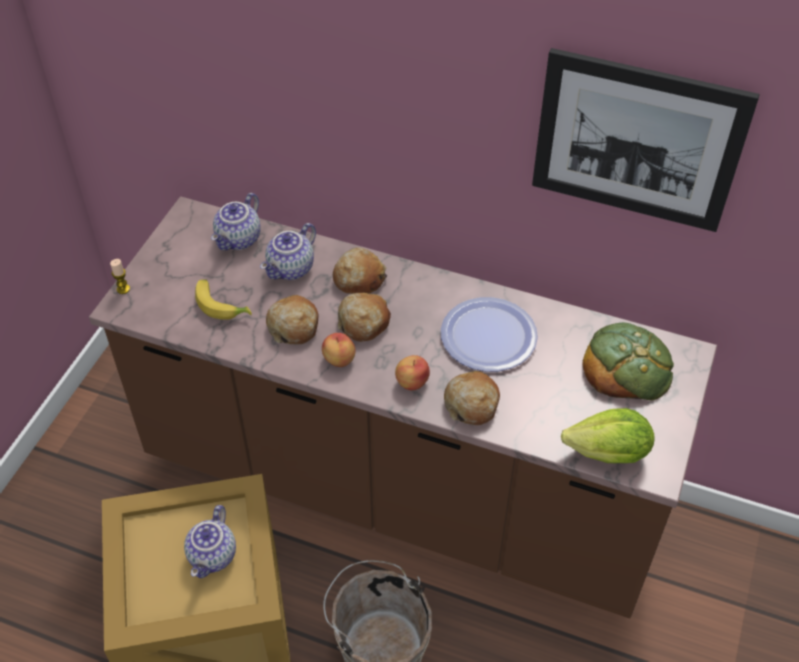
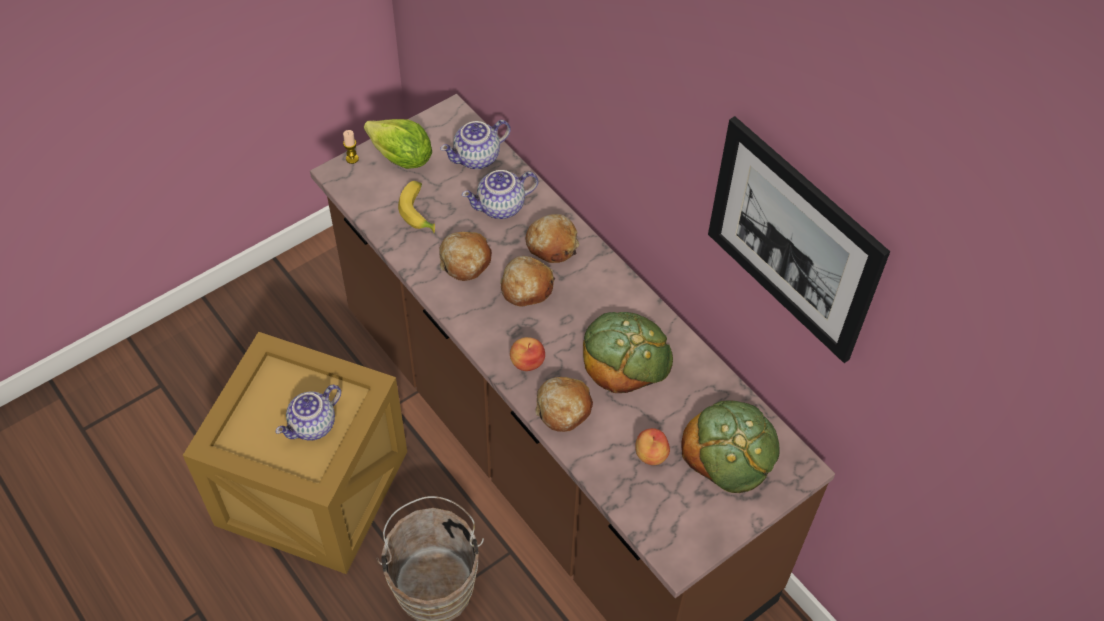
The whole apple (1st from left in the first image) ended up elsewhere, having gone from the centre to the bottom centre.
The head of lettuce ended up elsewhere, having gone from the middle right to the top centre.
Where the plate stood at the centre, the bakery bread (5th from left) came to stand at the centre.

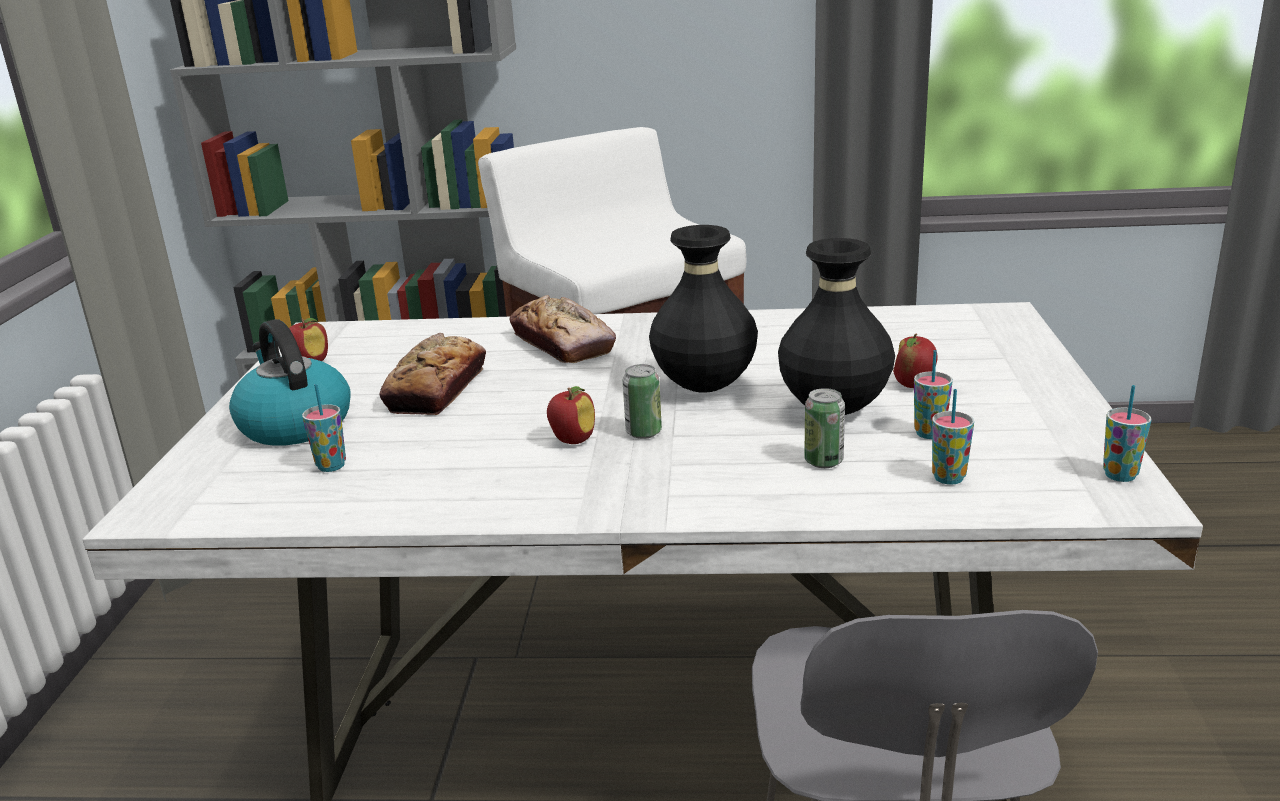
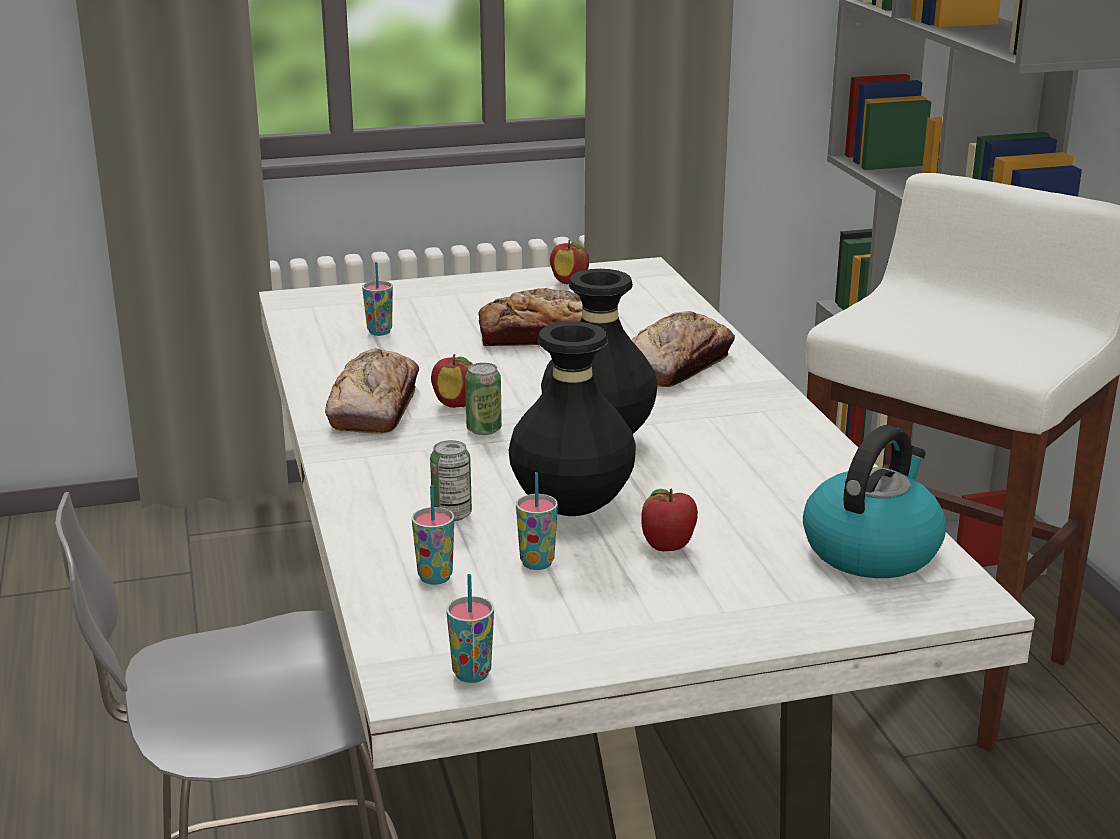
The second view gained the bakery bread (1st from left) at the middle left.
The kettle ended up elsewhere, having gone from the middle left to the middle right.

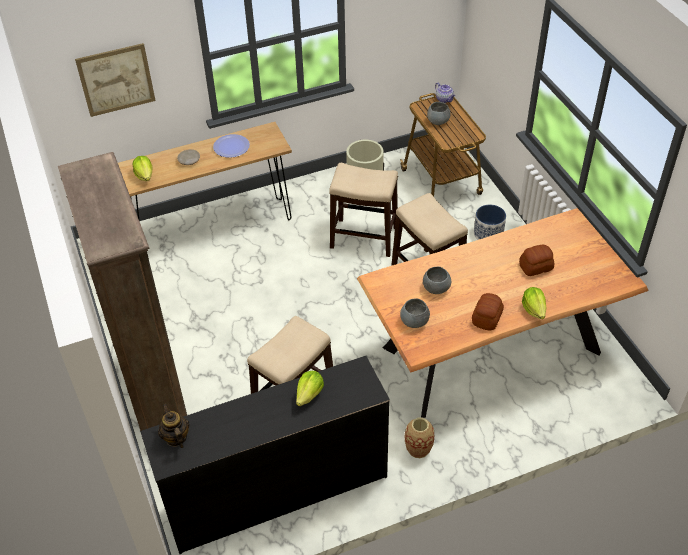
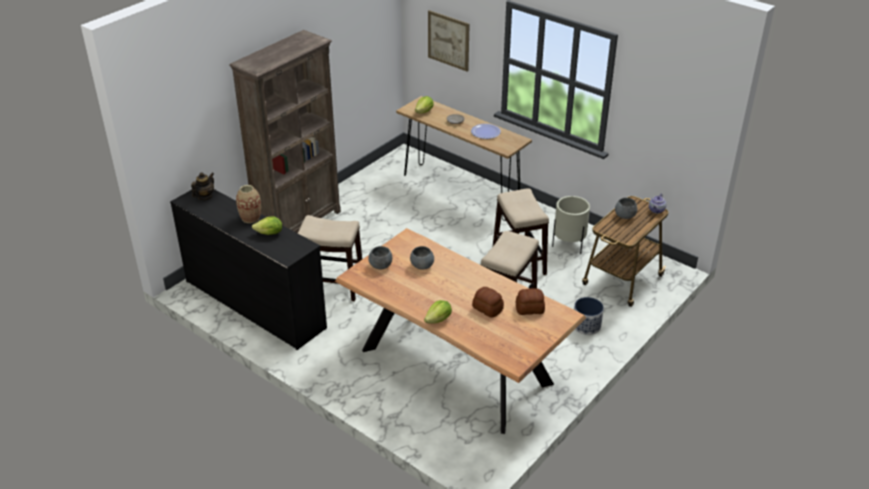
The vase ended up elsewhere, having gone from the bottom centre to the middle left.
The bakery bread (1st from left in the first image) ended up elsewhere, having gone from the middle right to the centre.

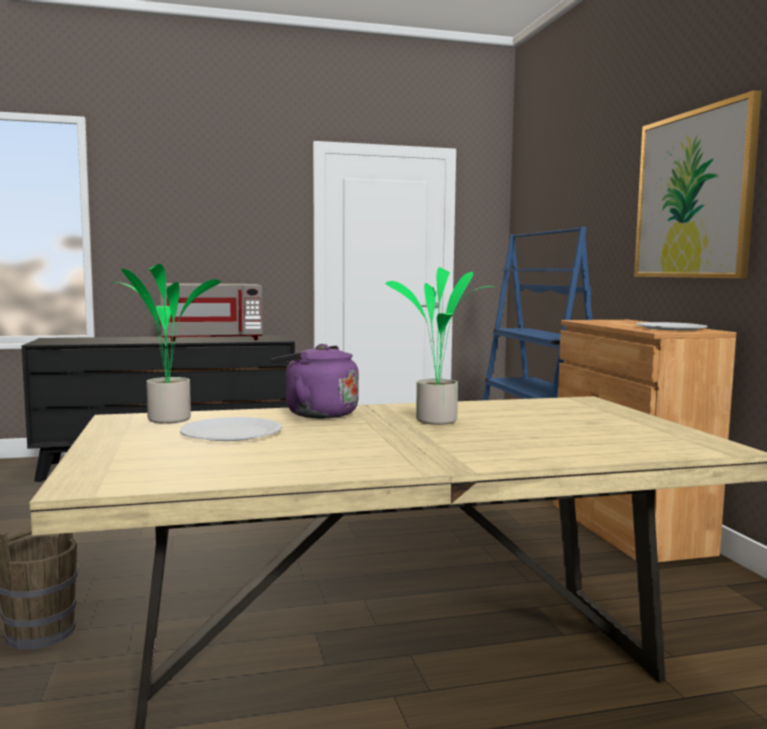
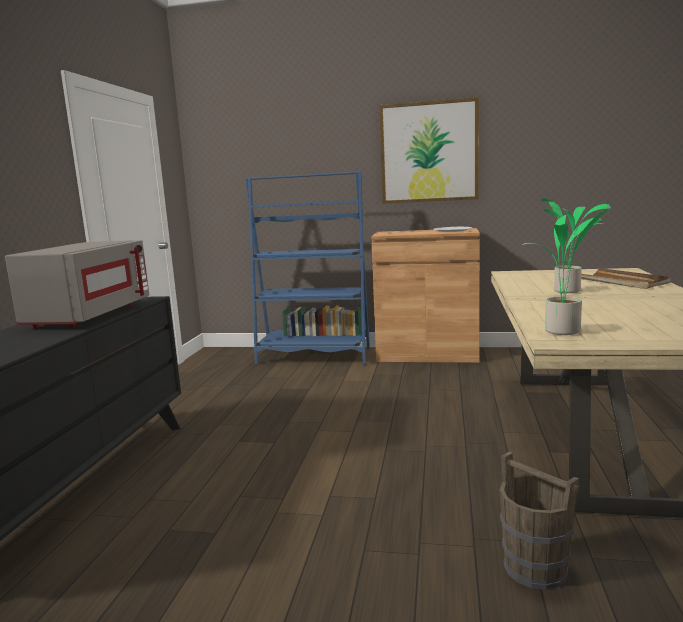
The second view lost the white plate (1st from left) at the middle left.
The second view lost the purplish kettle at the centre.
The second view gained the brown-coloured carrying tray at the middle right.

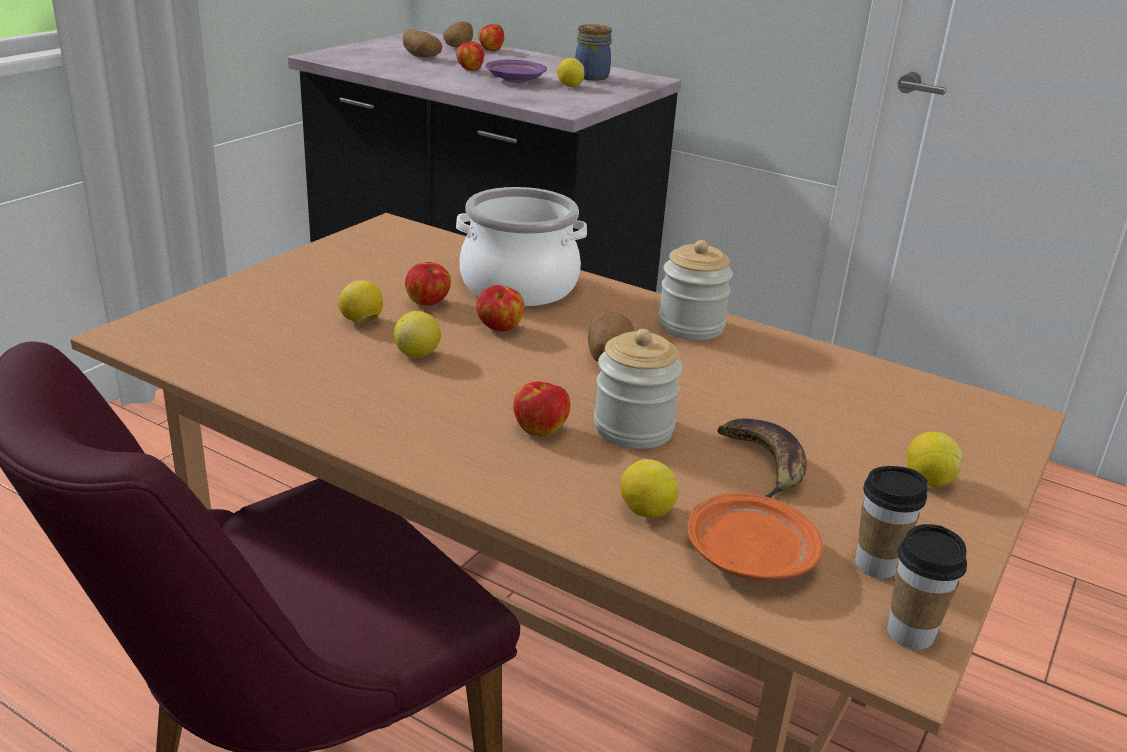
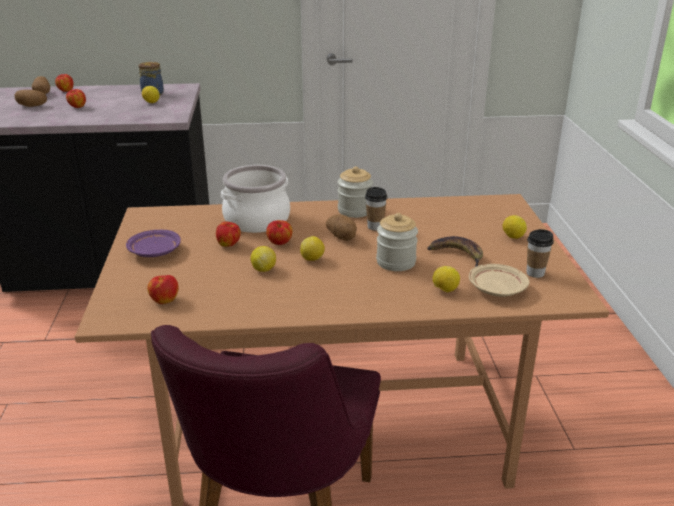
The citrus fruit (1st from left in the first image) ended up elsewhere, having gone from the middle left to the centre.
The purplish plate ended up elsewhere, having gone from the top centre to the middle left.
The whole apple (5th from left in the first image) ended up elsewhere, having gone from the centre to the middle left.
The drinking cup (2nd from left in the first image) ended up elsewhere, having gone from the bottom right to the centre.
What was the orange-coloured plate at the bottom right turned into the sand-coloured plate at the middle right.

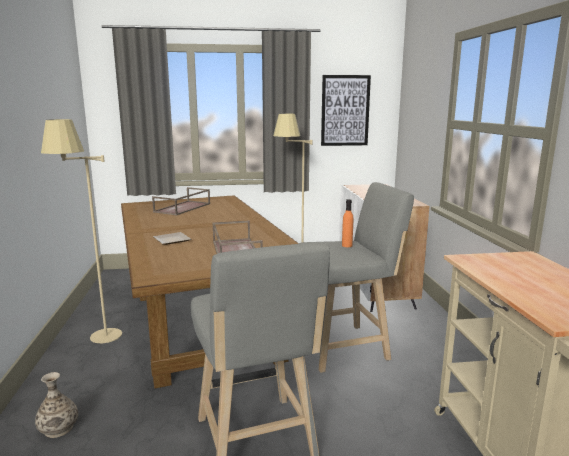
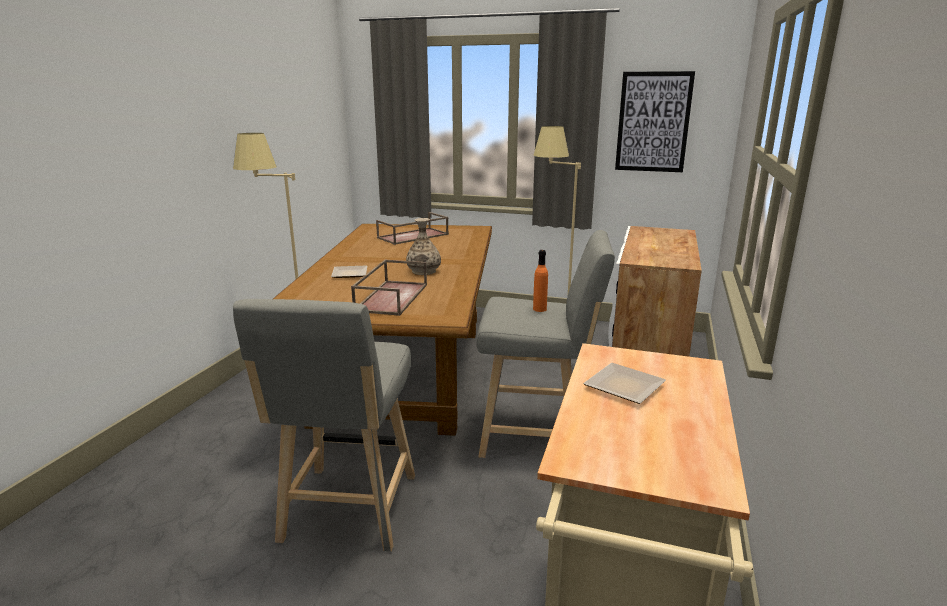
The second view gained the plate (2nd from left) at the centre.
The vase ended up elsewhere, having gone from the bottom left to the centre.

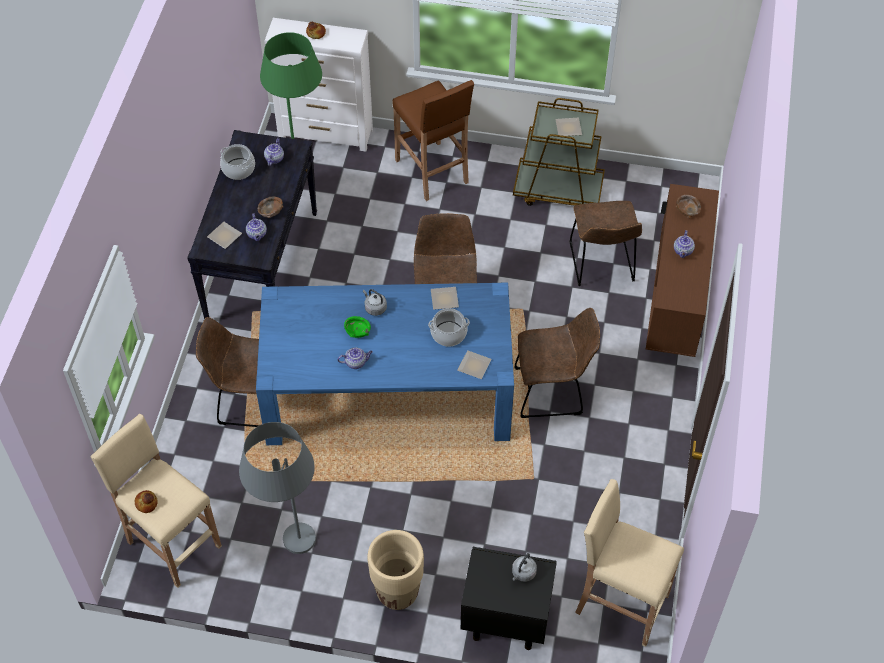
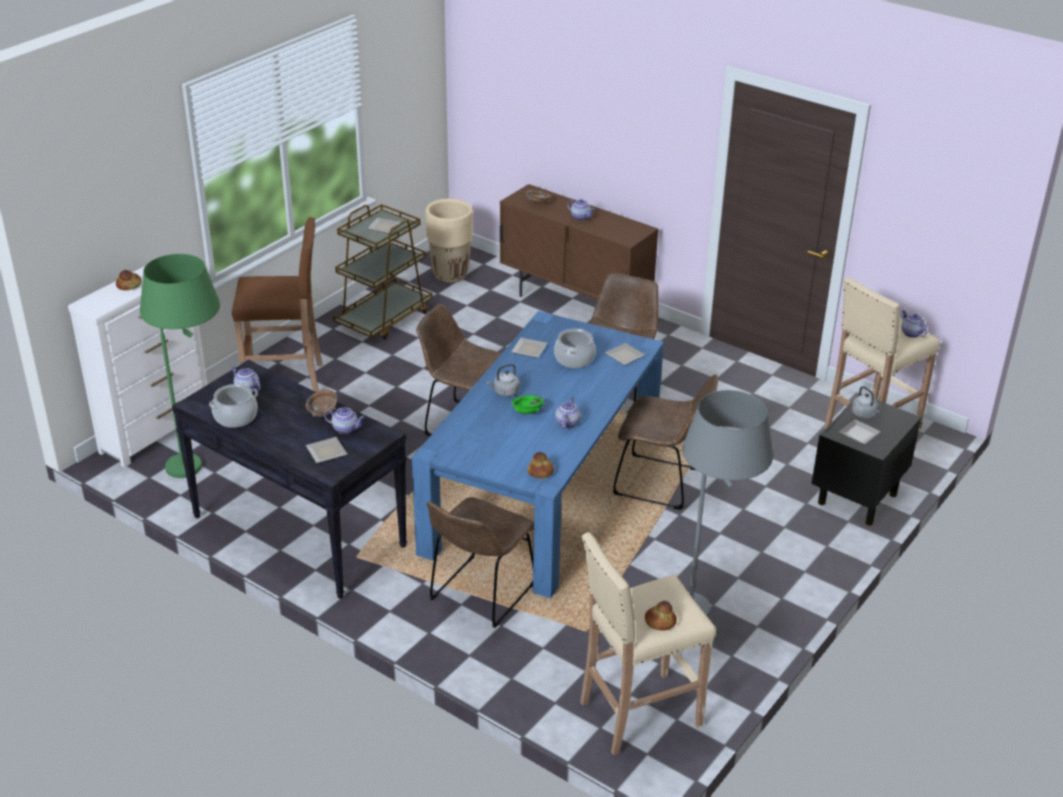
The second view gained the bakery bread (2nd from left) at the centre.
The second view gained the plate (5th from left) at the middle right.
The second view gained the pot for tea (5th from left) at the middle right.
The sand-coloured flower pot ended up elsewhere, having gone from the bottom centre to the top centre.
The brown-coloured chair (4th from left) ended up elsewhere, having gone from the middle right to the centre.

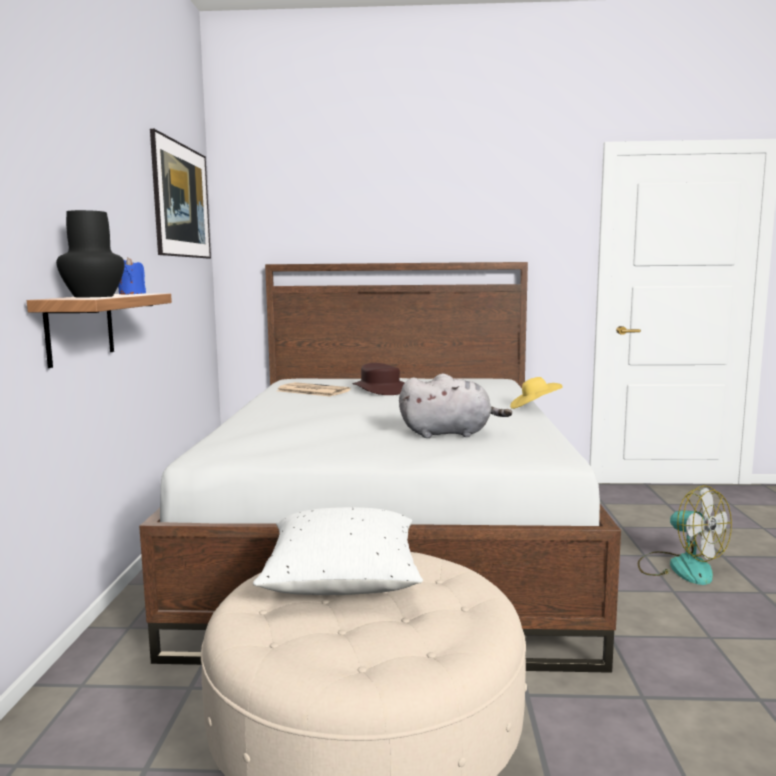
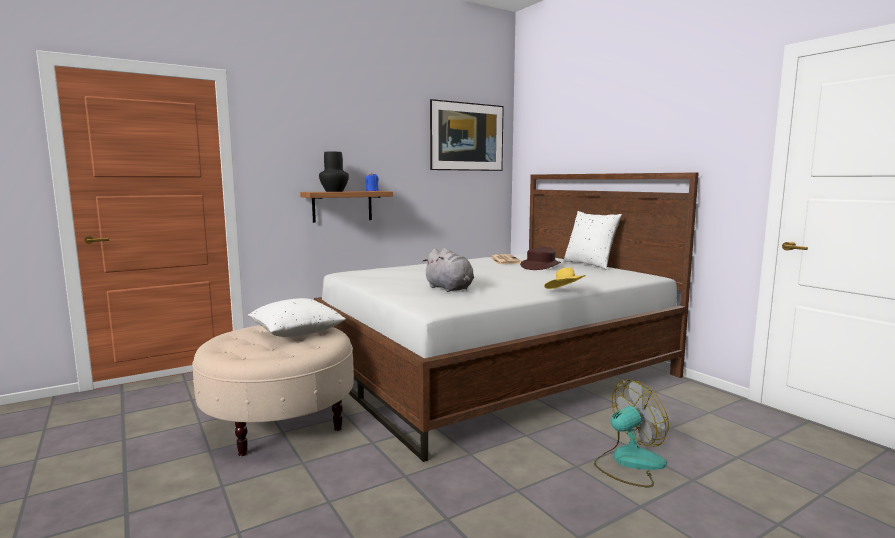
The second view gained the white cushion (2nd from left) at the centre.
The cooling fan at the bottom right ended up facing another way, 135 degrees counterclockwise from before.

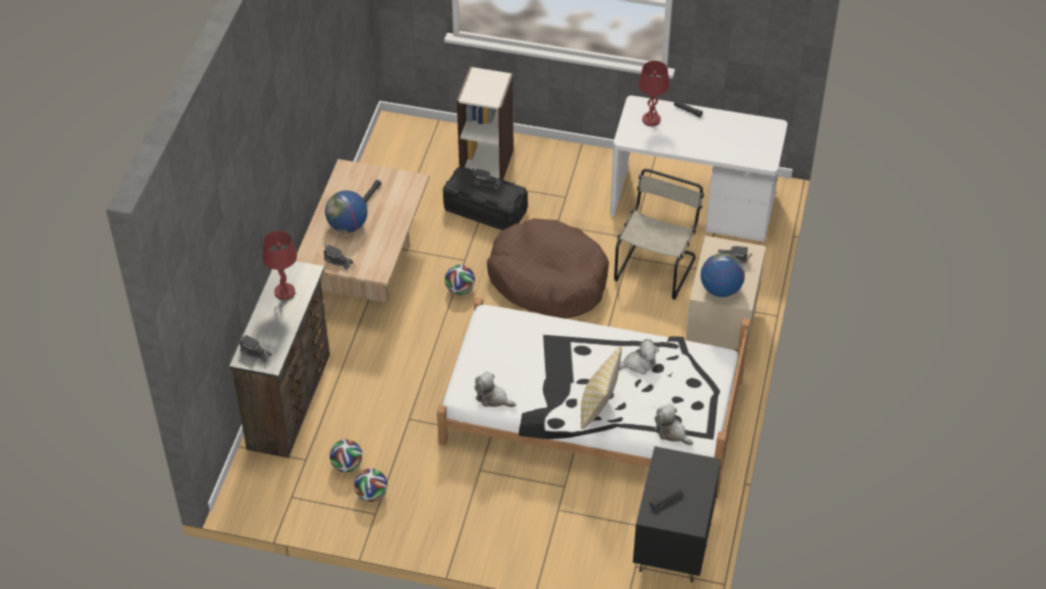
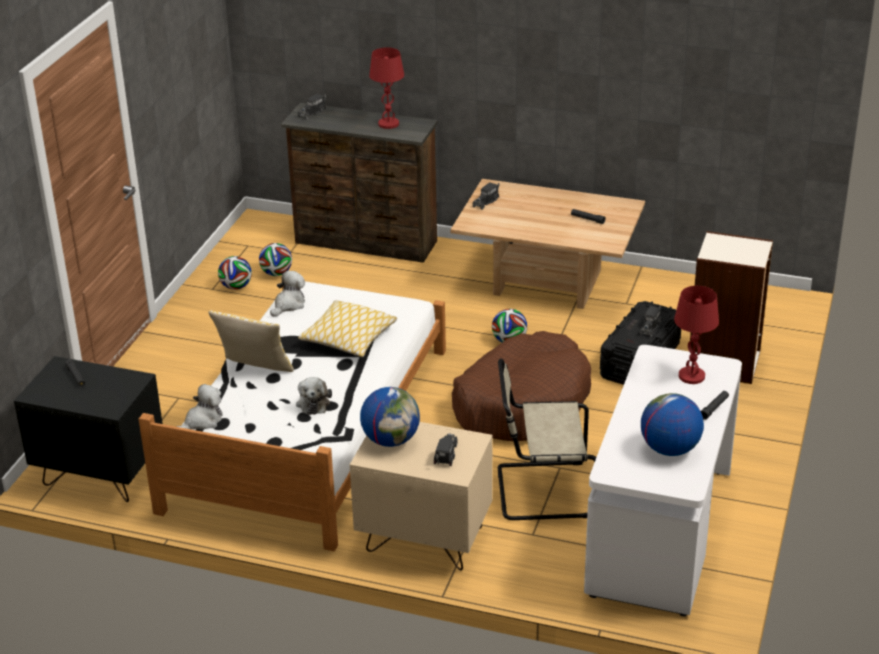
The second view gained the cushion (2nd from left) at the centre.
The world globe (1st from left in the first image) ended up elsewhere, having gone from the middle left to the middle right.
The sand-coloured chair at the centre ended up facing another way, 150 degrees clockwise from before.

